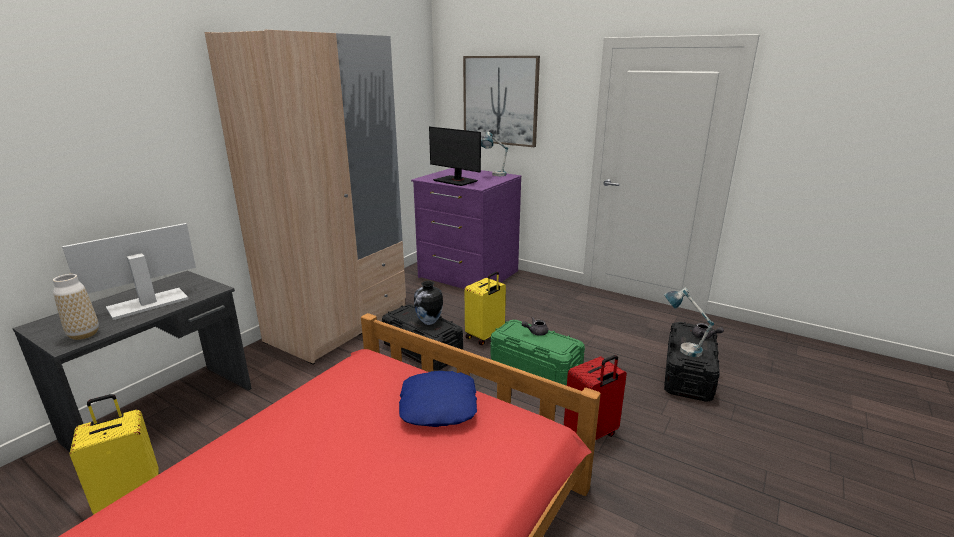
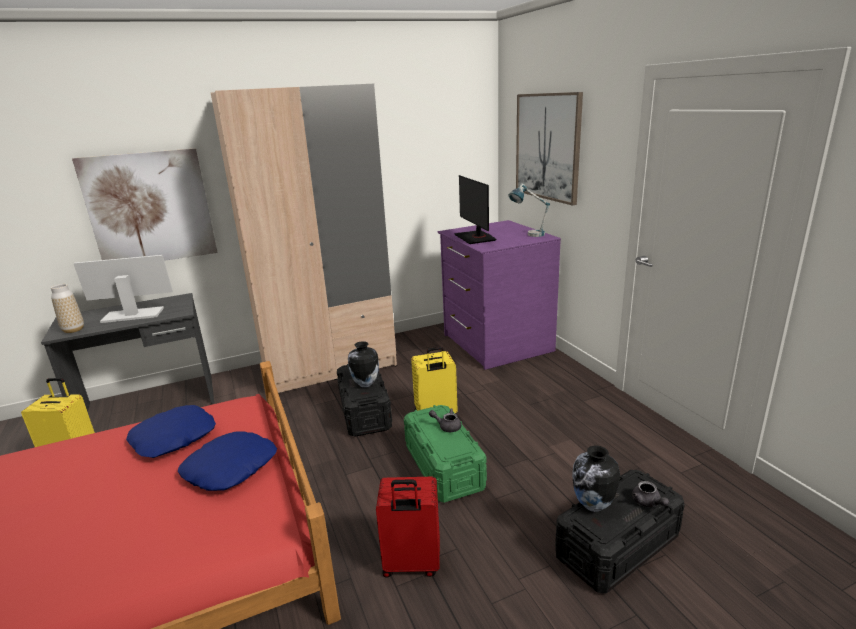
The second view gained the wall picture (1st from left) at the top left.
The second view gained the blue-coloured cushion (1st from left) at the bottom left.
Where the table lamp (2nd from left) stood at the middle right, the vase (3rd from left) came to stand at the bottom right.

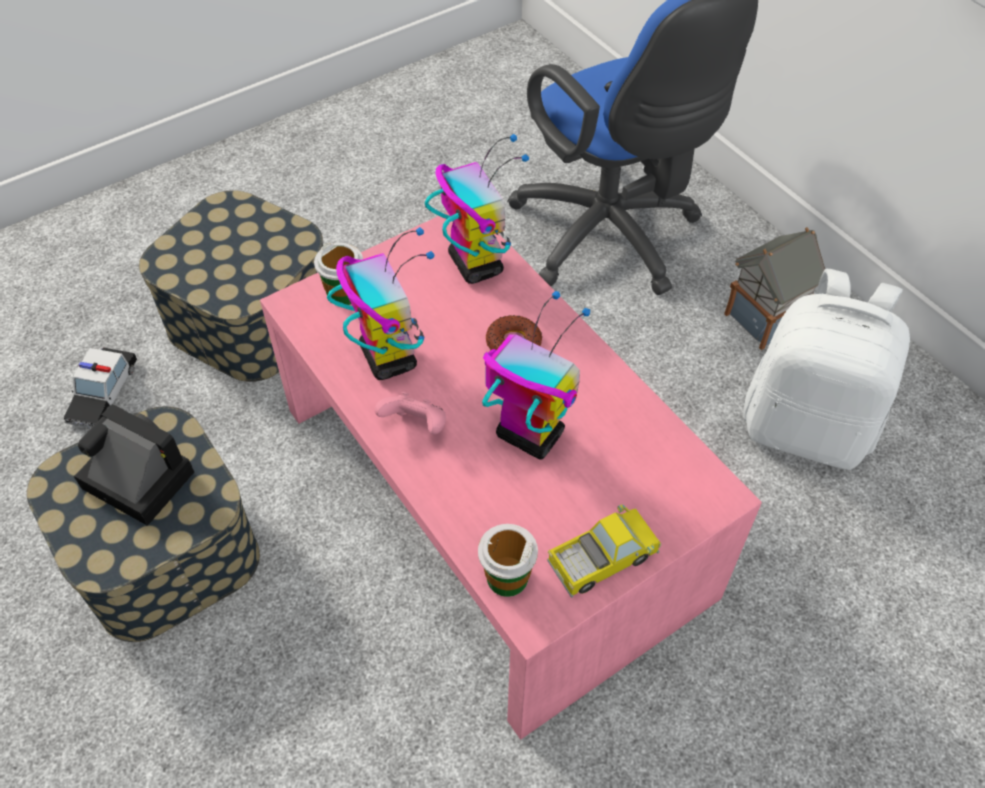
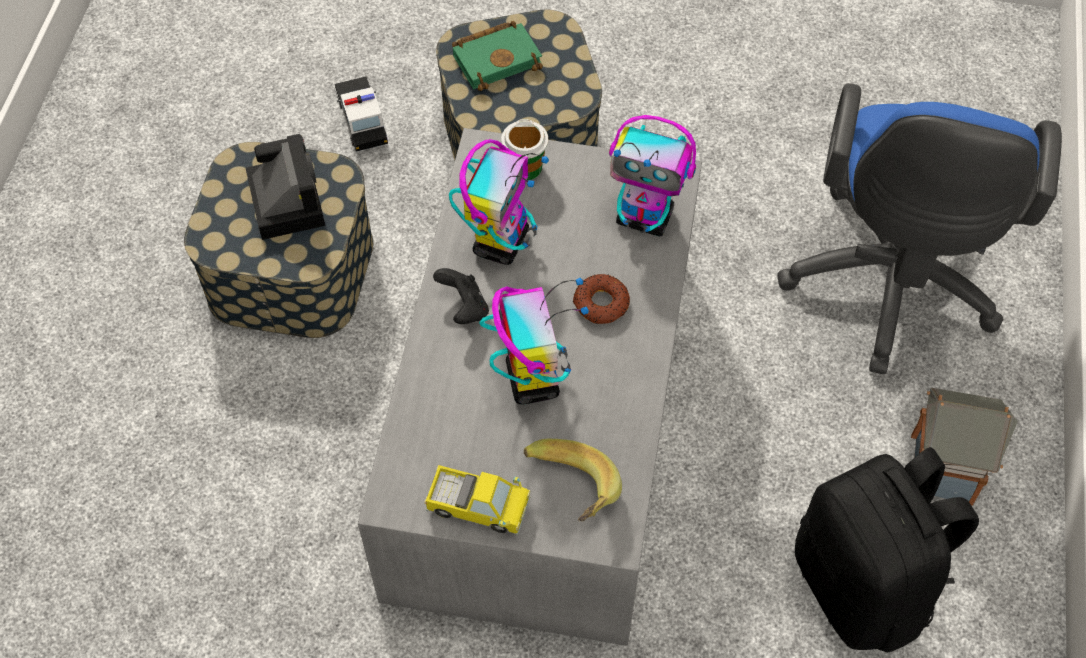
The second view lost the drinking cup (2nd from left) at the bottom centre.
The second view gained the green-coloured volume at the top centre.
The second view gained the banana at the bottom centre.
What was the pinkish coffee table at the centre turned into the grey coffee table at the centre.
What was the pinkish joypad at the centre turned into the black joypad at the centre.
What was the white backpack at the middle right turned into the black backpack at the bottom right.
The miniature car at the middle left ended up facing another way, 105 degrees clockwise from before.
The robot figure (2nd from left in the first image) at the top centre ended up facing another way, 90 degrees clockwise from before.

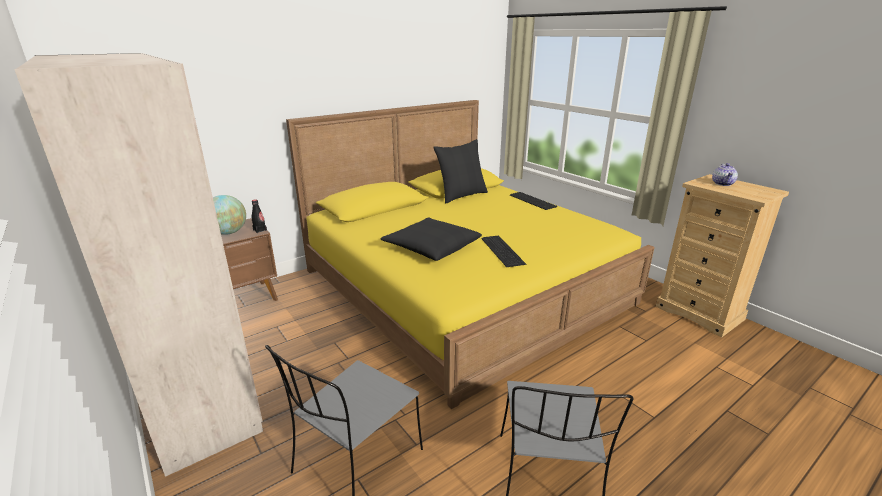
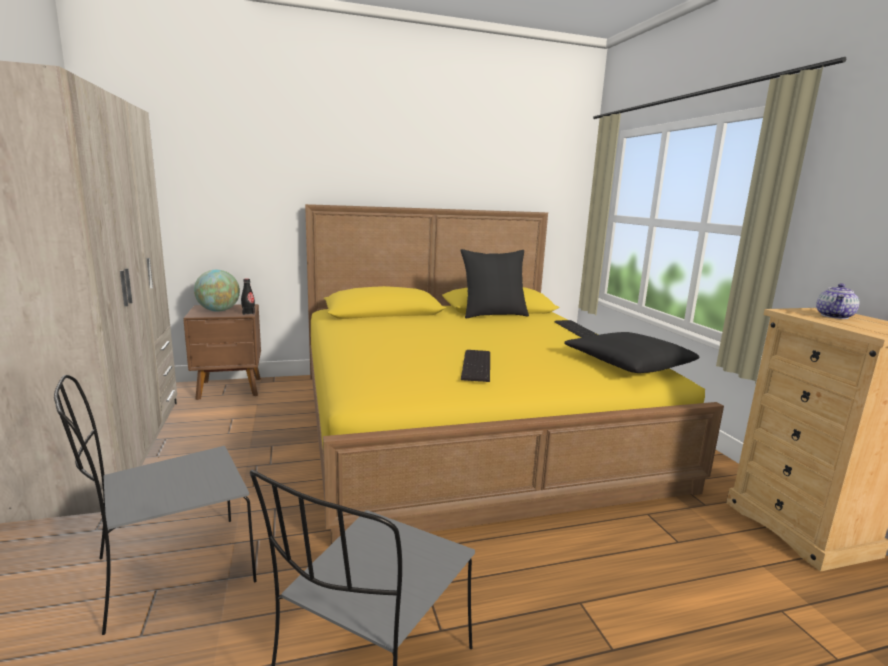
The black cushion (1st from left in the first image) ended up elsewhere, having gone from the centre to the middle right.

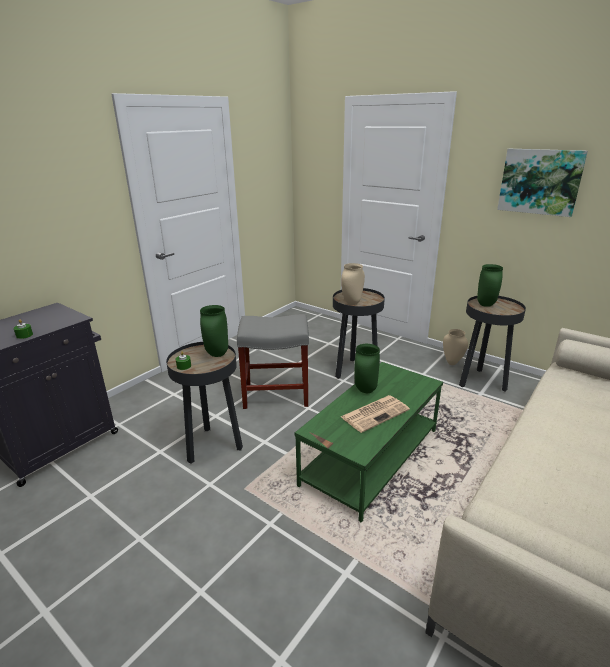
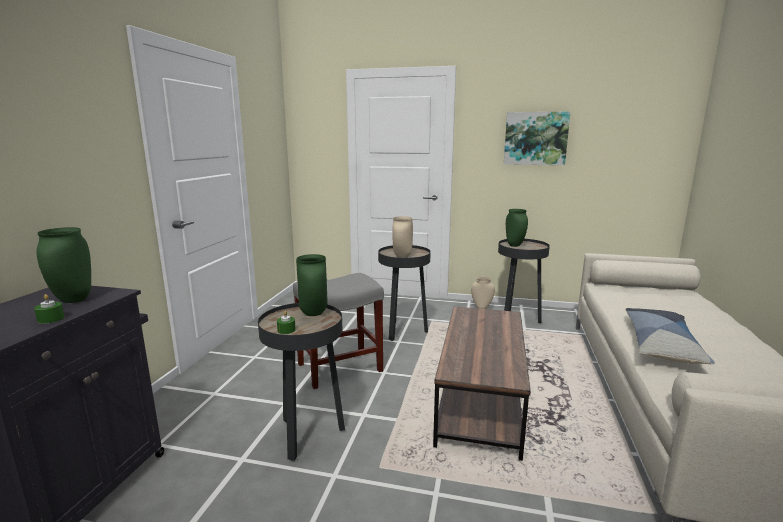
The second view lost the daily paper at the centre.
The second view gained the cushion at the middle right.
The green-coloured vase (2nd from left in the first image) ended up elsewhere, having gone from the centre to the middle left.
What was the green-coloured coffee table at the centre turned into the brown-coloured coffee table at the bottom centre.

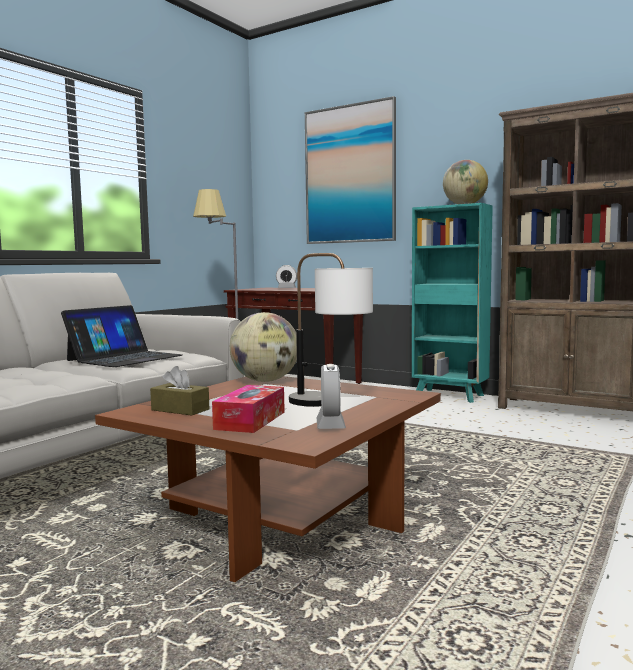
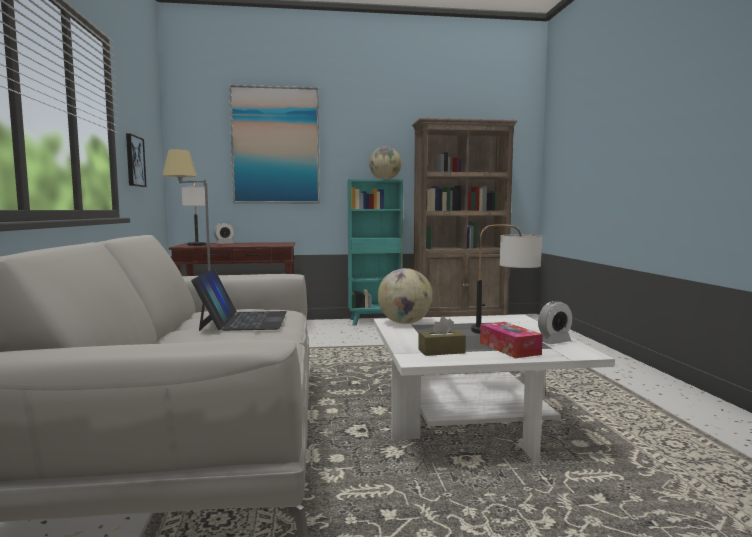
The second view gained the wall picture (1st from left) at the top left.
The second view gained the table lamp (1st from left) at the middle left.
What was the brown-coloured coffee table at the bottom centre turned into the white coffee table at the bottom centre.
The alarm clock (2nd from left) at the centre ended up facing another way, 105 degrees clockwise from before.

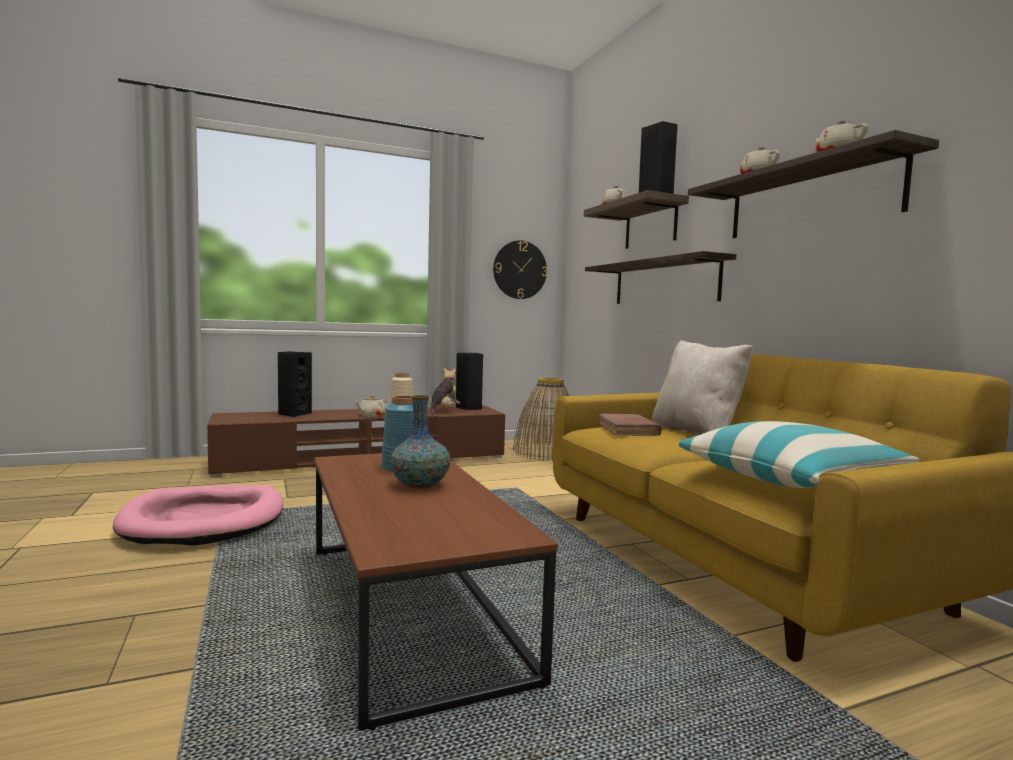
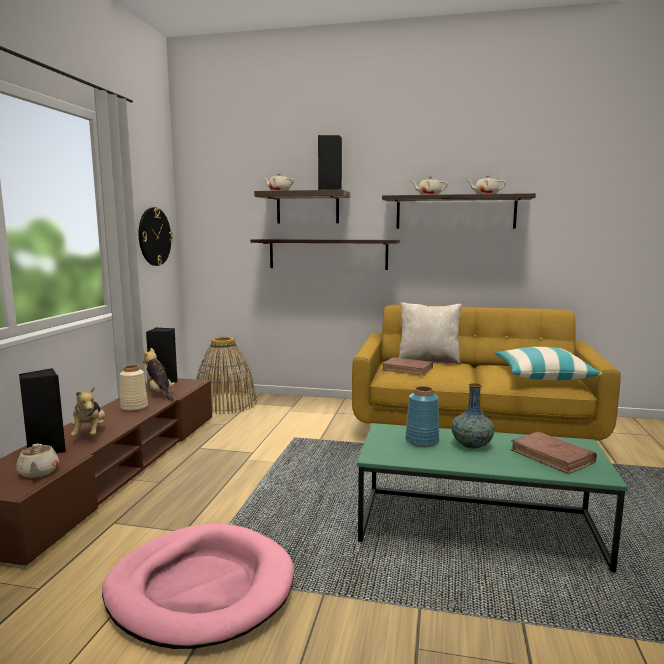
The second view gained the cuddly toy (1st from left) at the middle left.
The second view gained the brown-coloured volume (2nd from left) at the bottom right.
The sand-coloured pot for tea (1st from left) ended up elsewhere, having gone from the centre to the bottom left.
What was the brown-coloured coffee table at the bottom centre turned into the green-coloured coffee table at the bottom right.

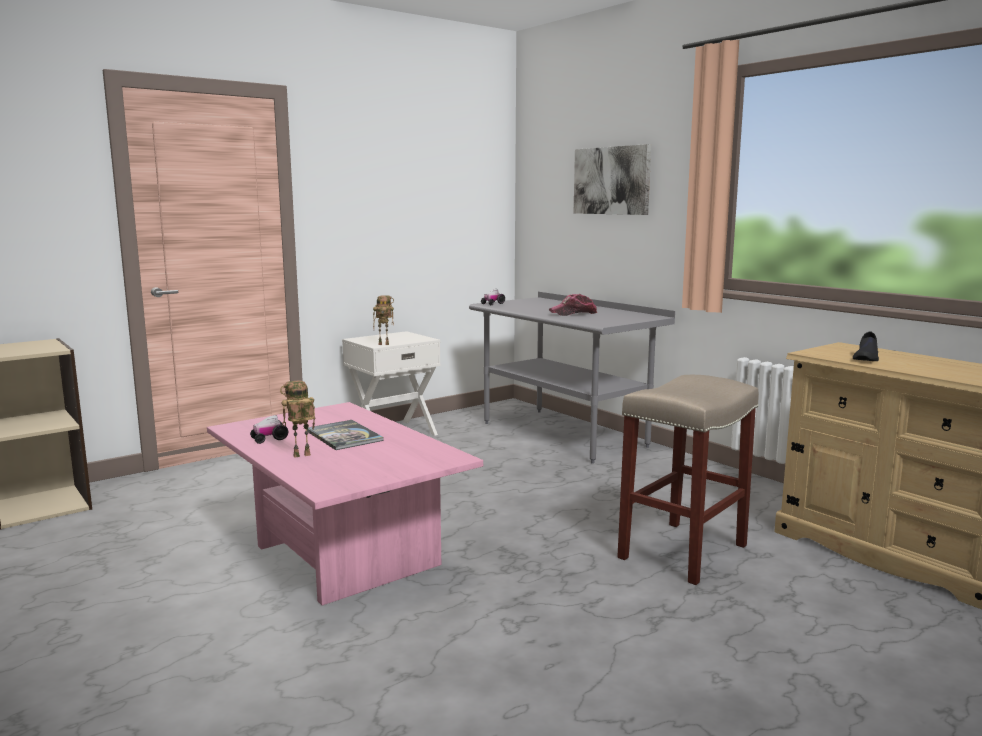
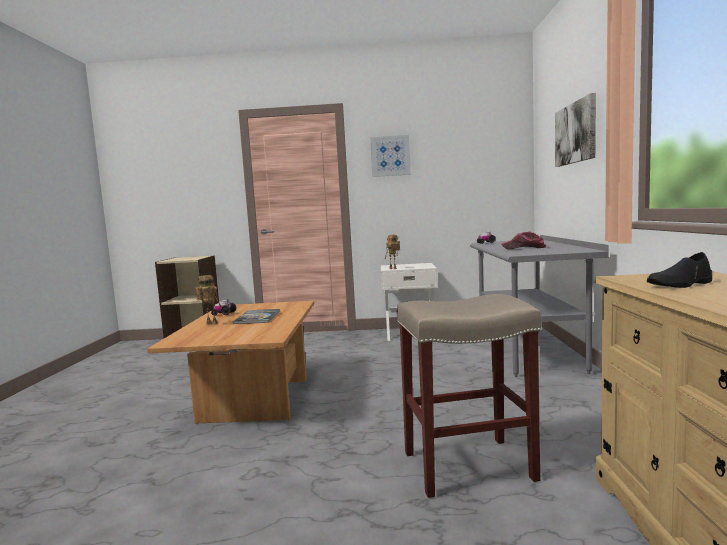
The second view gained the wall picture (1st from left) at the top centre.
What was the pinkish coffee table at the bottom centre turned into the brown-coloured coffee table at the middle left.

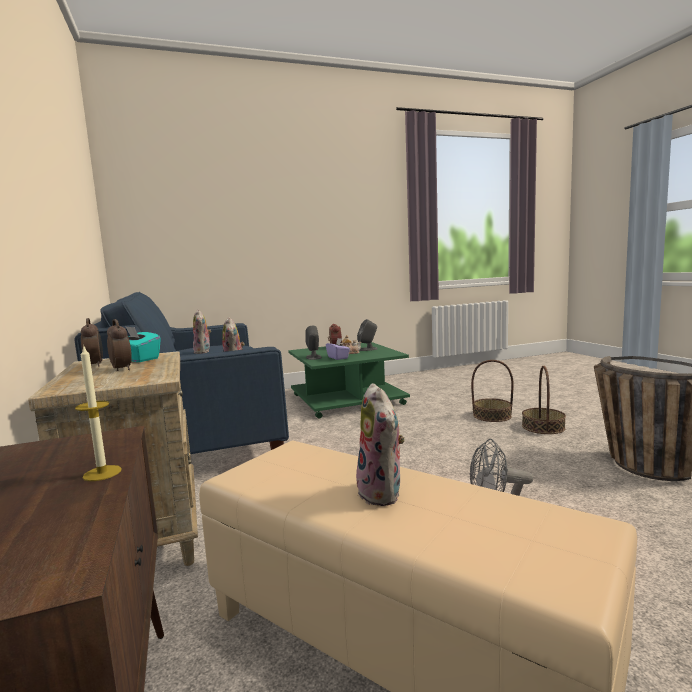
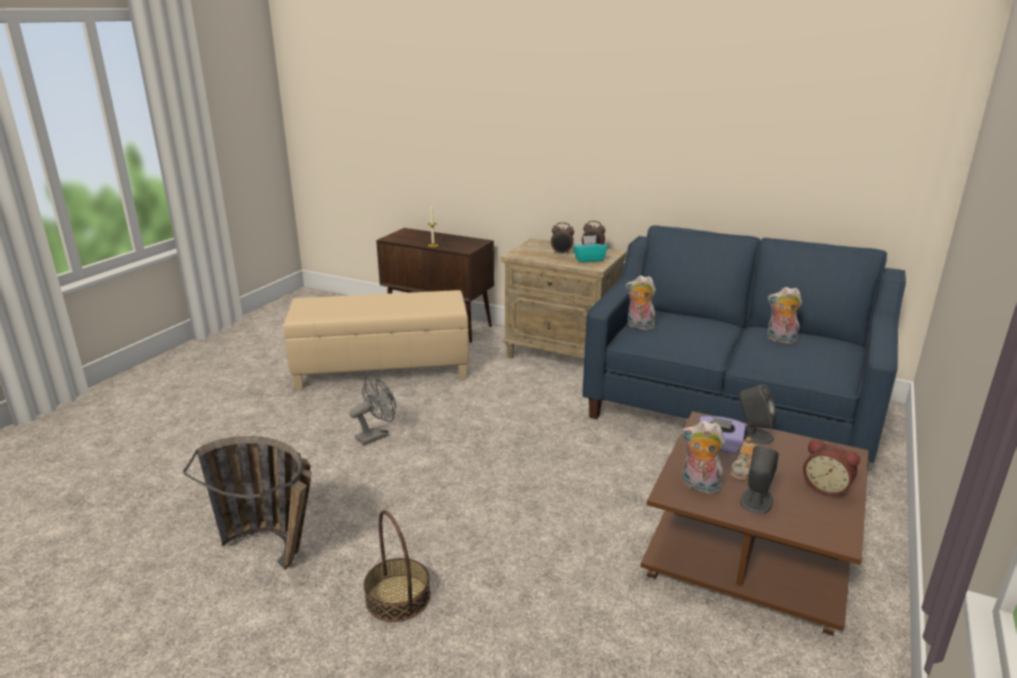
The second view lost the household basket (1st from left) at the middle right.
The cuddly toy (3rd from left in the first image) ended up elsewhere, having gone from the centre to the bottom right.
What was the green-coloured coffee table at the centre turned into the brown-coloured coffee table at the bottom right.

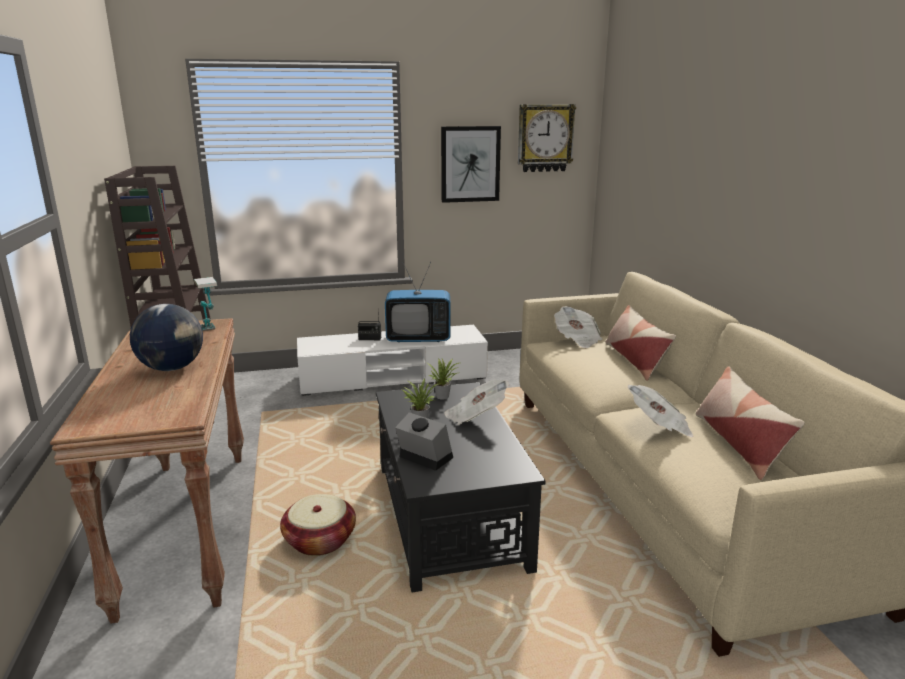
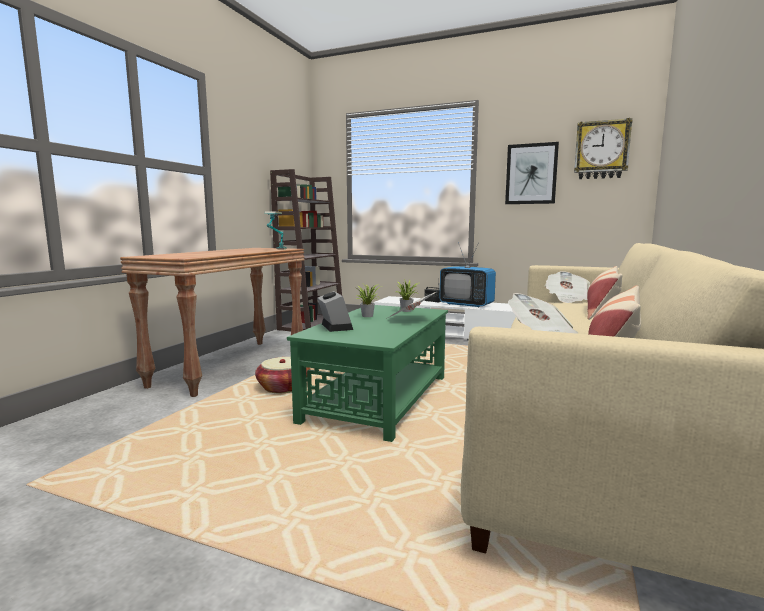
The second view lost the world globe at the middle left.
What was the black coffee table at the bottom centre turned into the green-coloured coffee table at the centre.

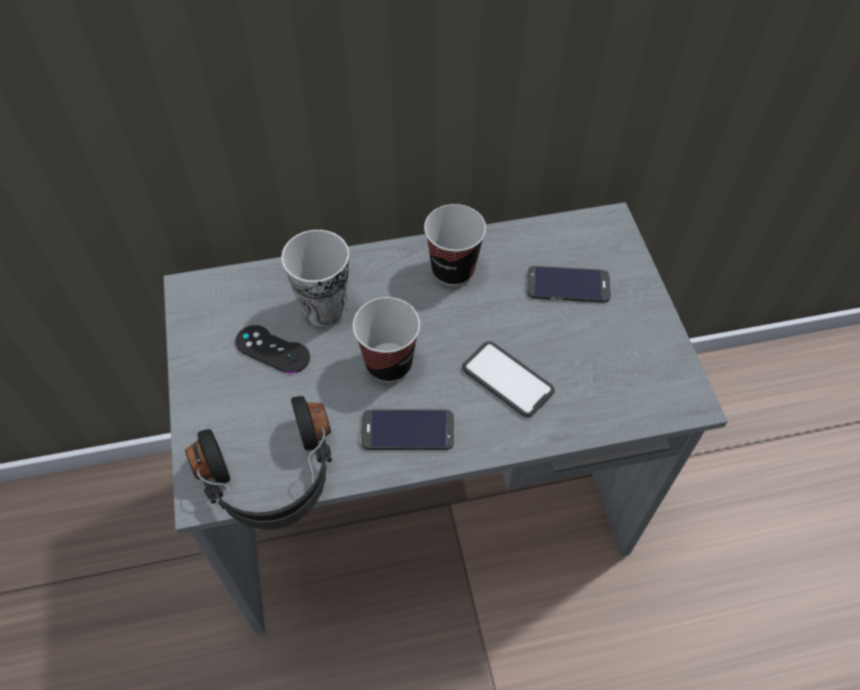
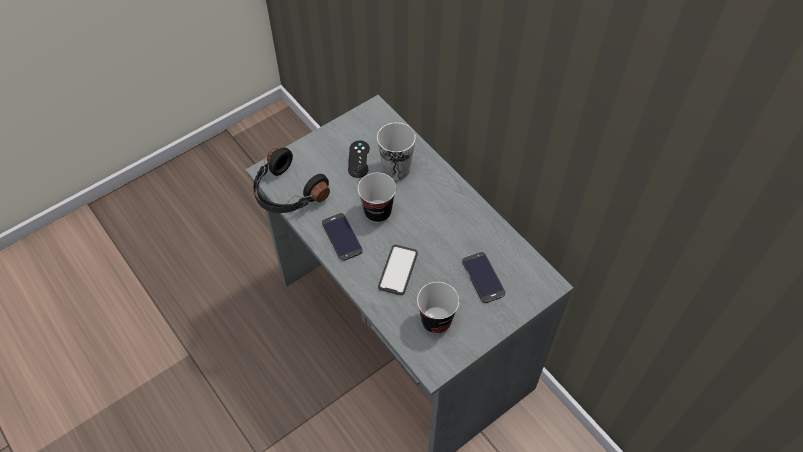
The drinking cup (3rd from left) ended up elsewhere, having gone from the centre to the bottom centre.

